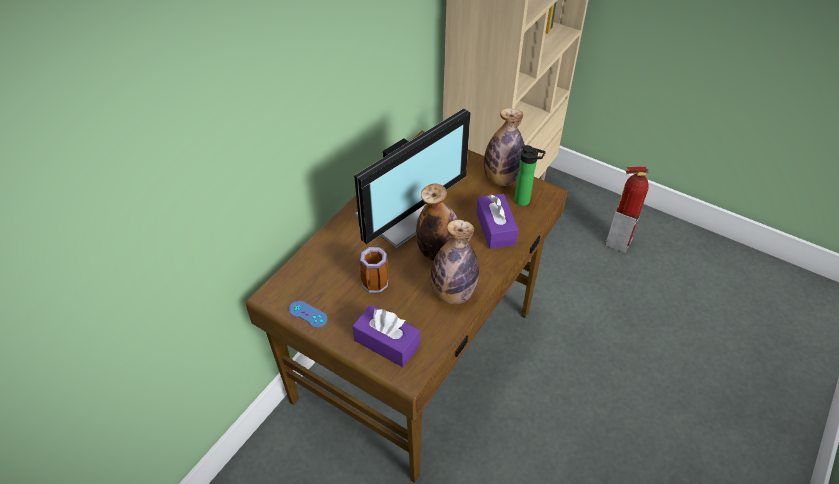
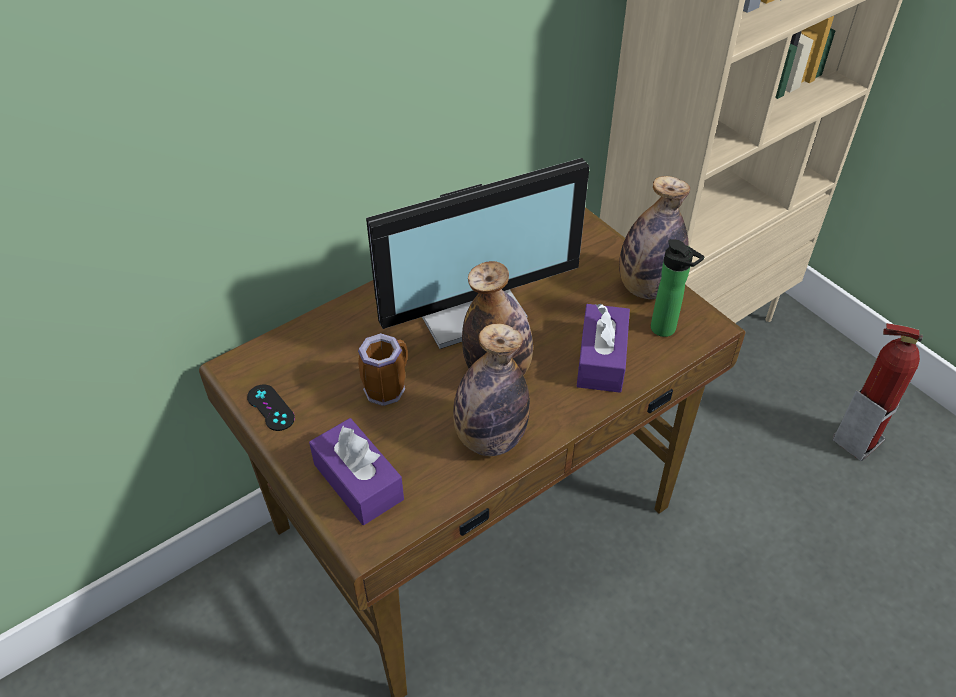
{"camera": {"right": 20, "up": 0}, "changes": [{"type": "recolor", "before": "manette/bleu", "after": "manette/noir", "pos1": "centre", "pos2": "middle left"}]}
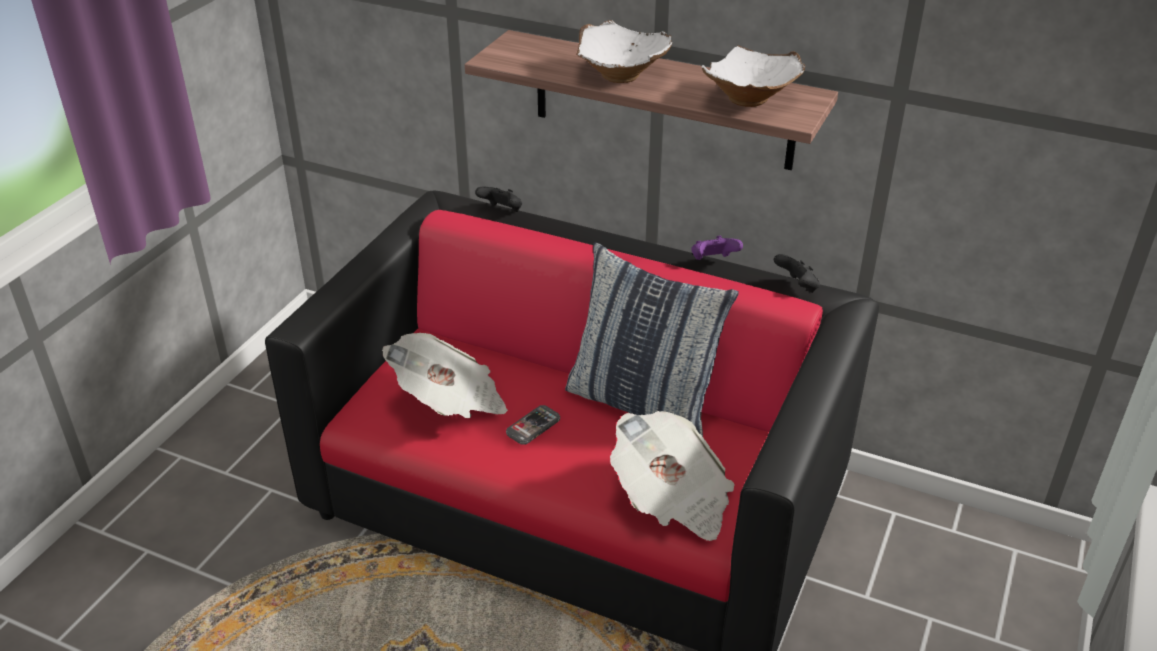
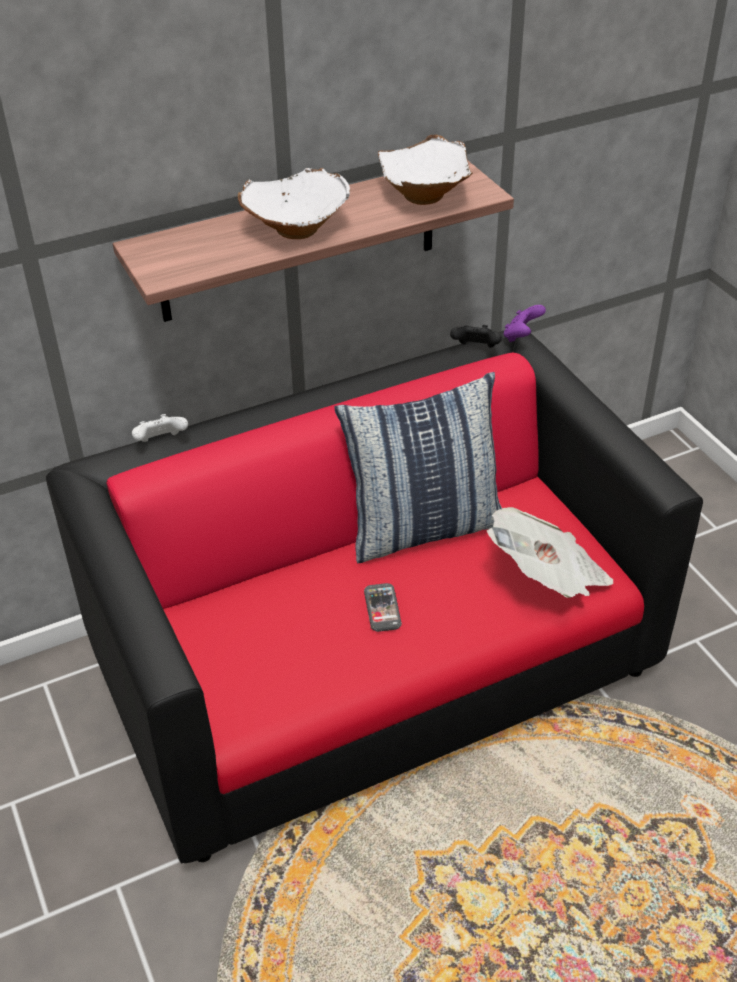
{"camera": {"right": -50, "up": 5}, "changes": [{"type": "recolor", "before": "manette/noir (1st from left)", "after": "manette/blanc", "pos1": "top centre", "pos2": "middle left"}, {"type": "move", "before": "manette/violet", "pos1": "centre", "pos2": "top right"}, {"type": "delete", "before": "journal (1st from left)", "pos1": "centre"}]}
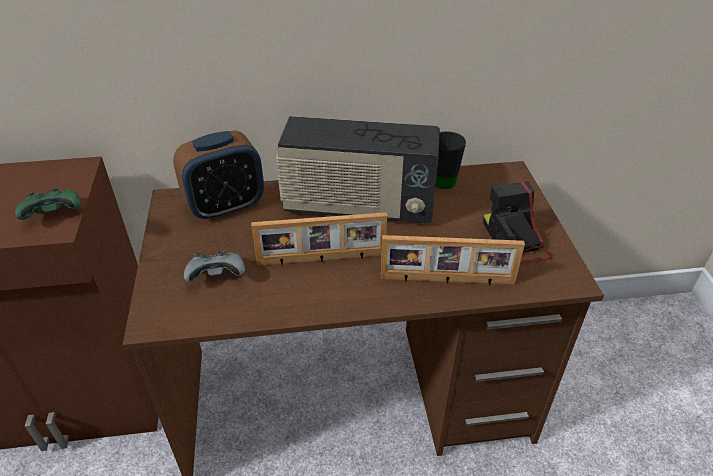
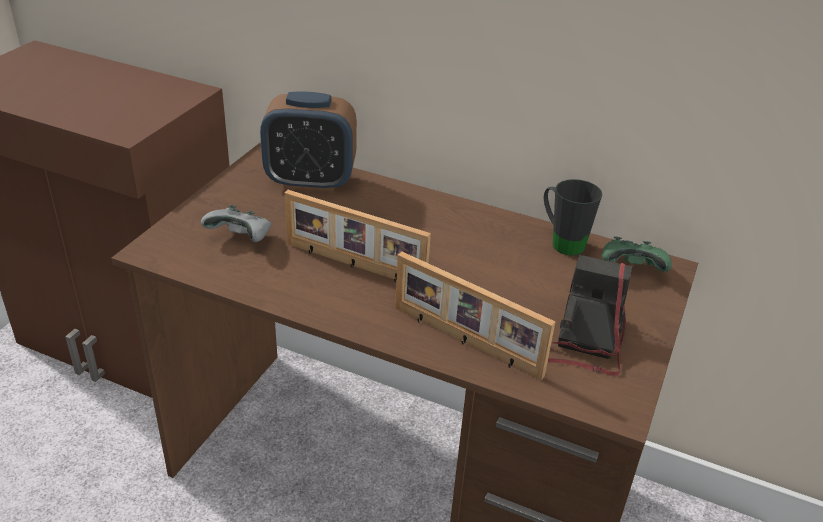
{"camera": {"right": 30, "up": -5}, "changes": [{"type": "delete", "before": "radio", "pos1": "centre"}, {"type": "move", "before": "manette/vert", "pos1": "middle left", "pos2": "middle right"}]}
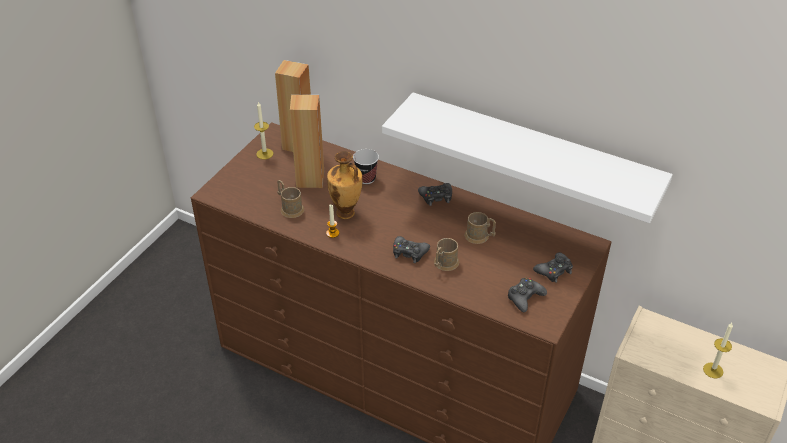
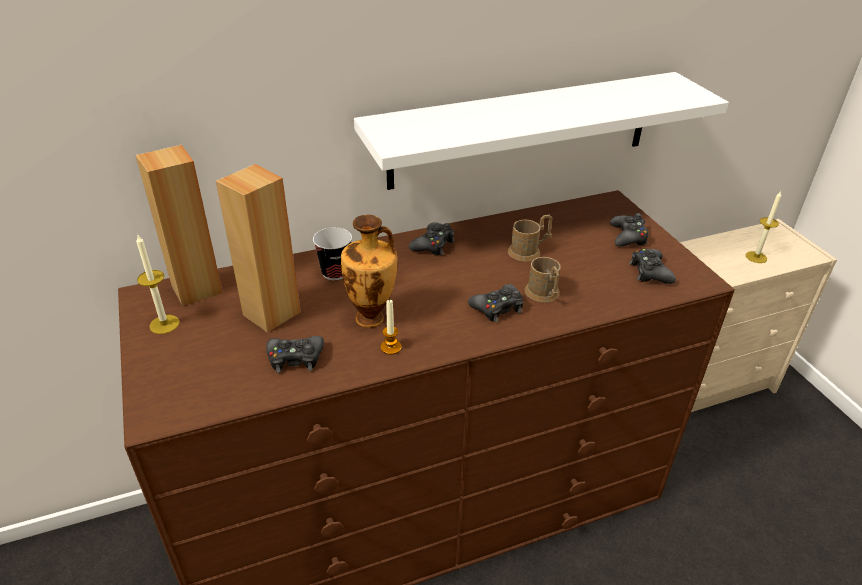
{"camera": {"right": -50, "up": -5}, "changes": [{"type": "replace", "before": "mug/marron (1st from left)", "after": "manette/noir (1st from left)", "pos1": "centre", "pos2": "centre"}]}
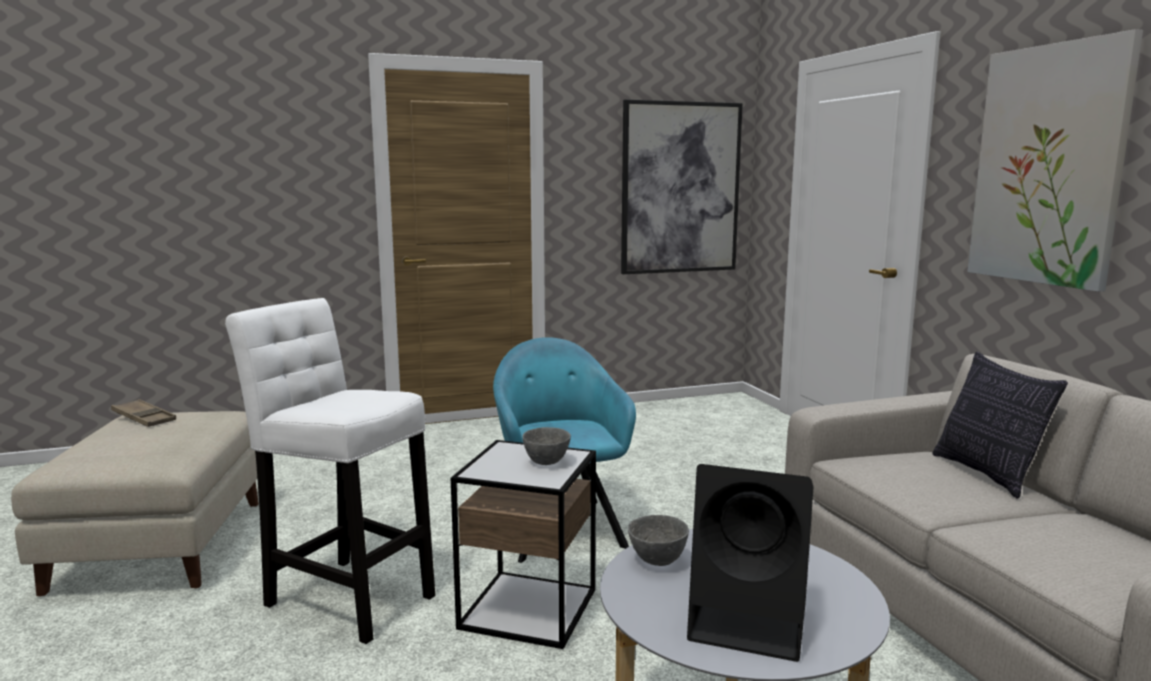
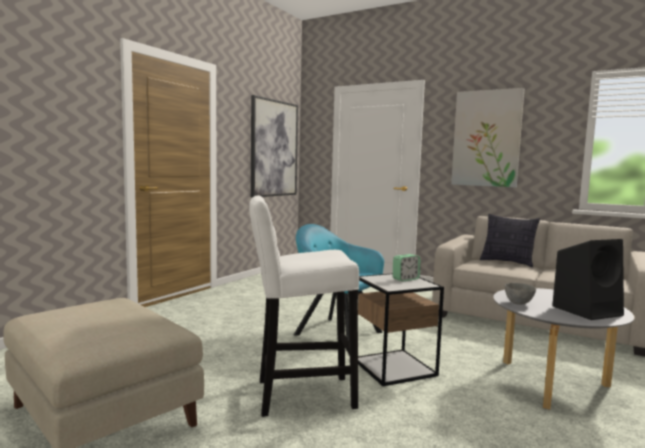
{"camera": {"right": -40, "up": -5}, "changes": [{"type": "delete", "before": "plateau/marron", "pos1": "middle left"}, {"type": "replace", "before": "bol/gris (1st from left)", "after": "réveil", "pos1": "centre", "pos2": "centre"}]}
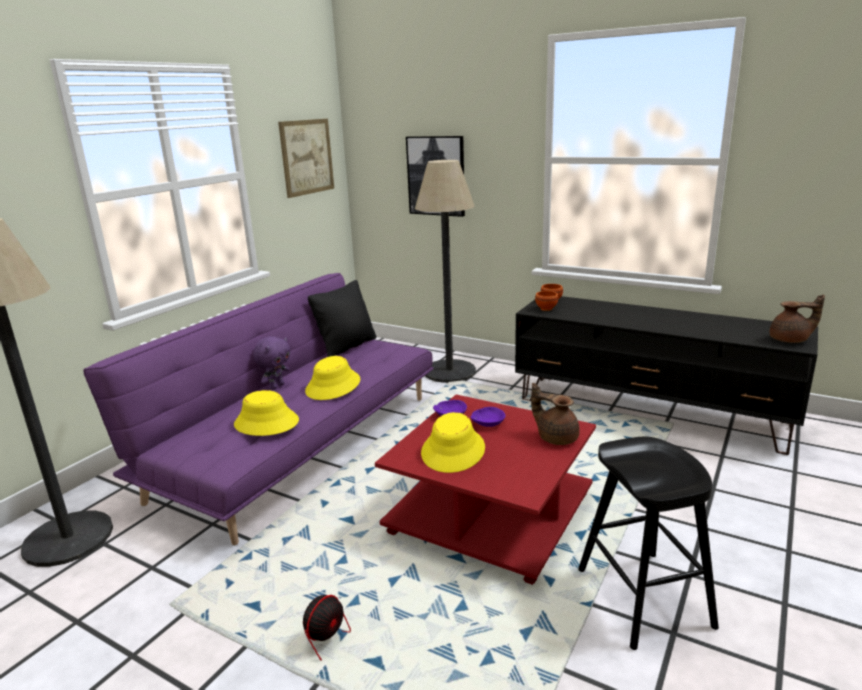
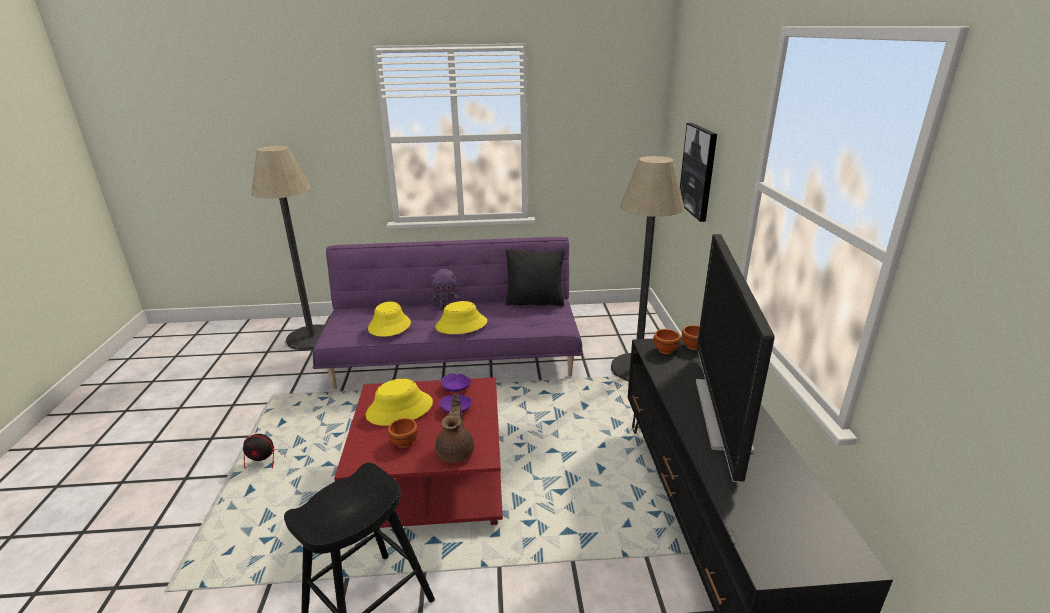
{"camera": {"right": 55, "up": 5}, "changes": [{"type": "delete", "before": "tableau (1st from left)", "pos1": "top centre"}, {"type": "delete", "before": "théière/marron (2nd from left)", "pos1": "middle right"}, {"type": "insert", "after": "téléviseur", "pos2": "middle right"}, {"type": "insert", "after": "bol/marron (1st from left)", "pos2": "bottom centre"}]}
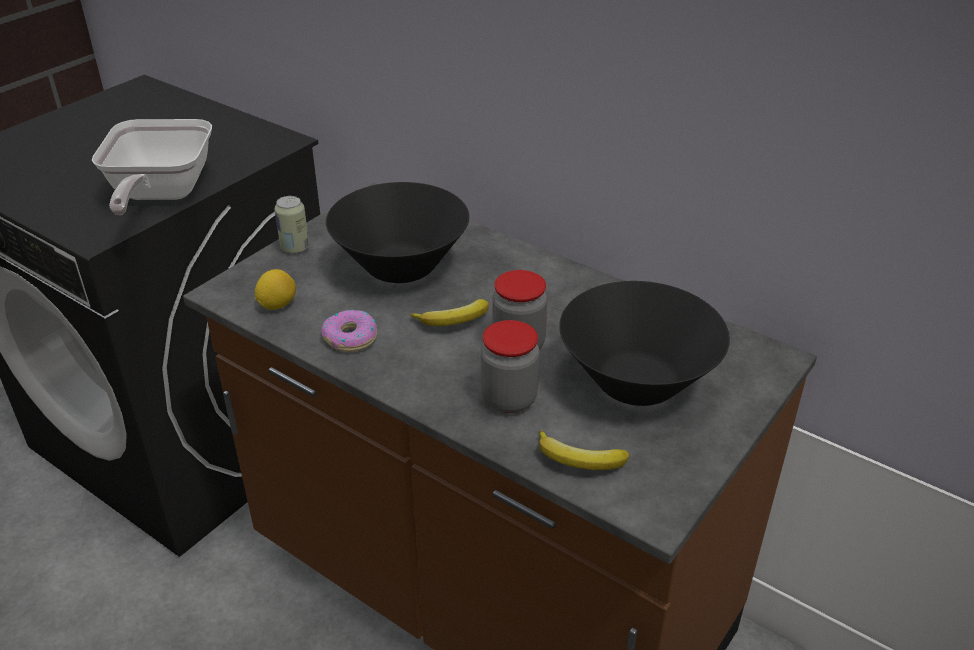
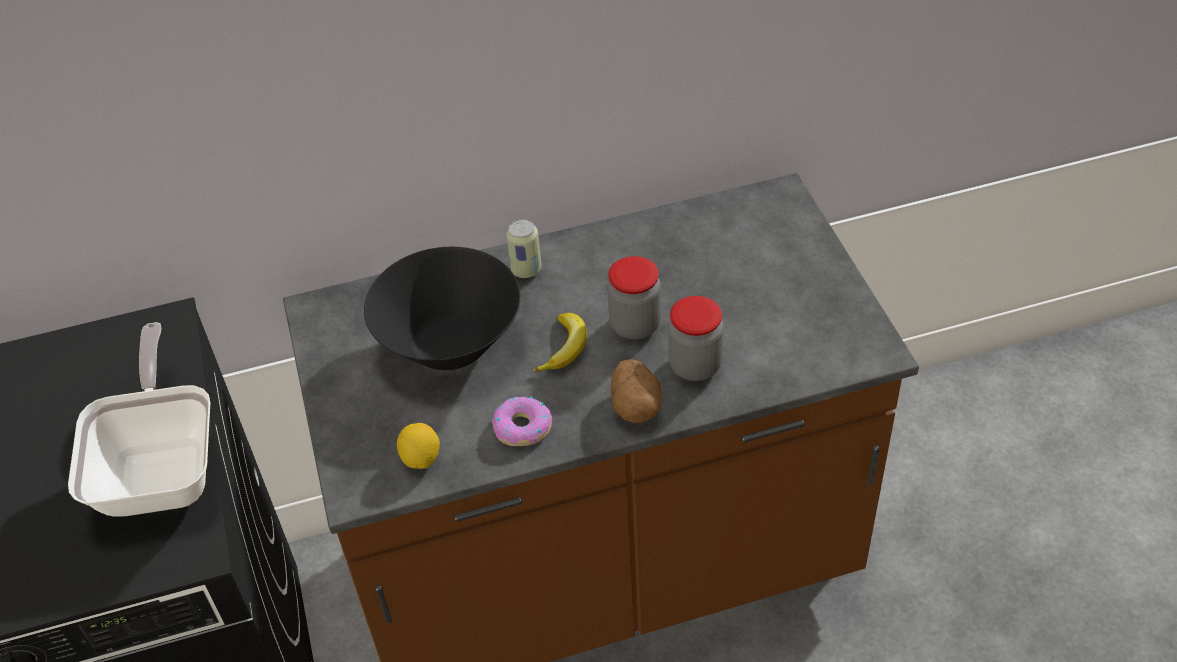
{"camera": {"right": -50, "up": 10}, "changes": [{"type": "rotate", "before": "poêle", "pos1": "top left", "pos2": "middle left", "turn": -135}, {"type": "move", "before": "boîte métallique", "pos1": "middle left", "pos2": "centre"}, {"type": "delete", "before": "bol/noir (2nd from left)", "pos1": "centre"}, {"type": "delete", "before": "banane (2nd from left)", "pos1": "bottom centre"}, {"type": "insert", "after": "pomme de terre", "pos2": "centre"}]}
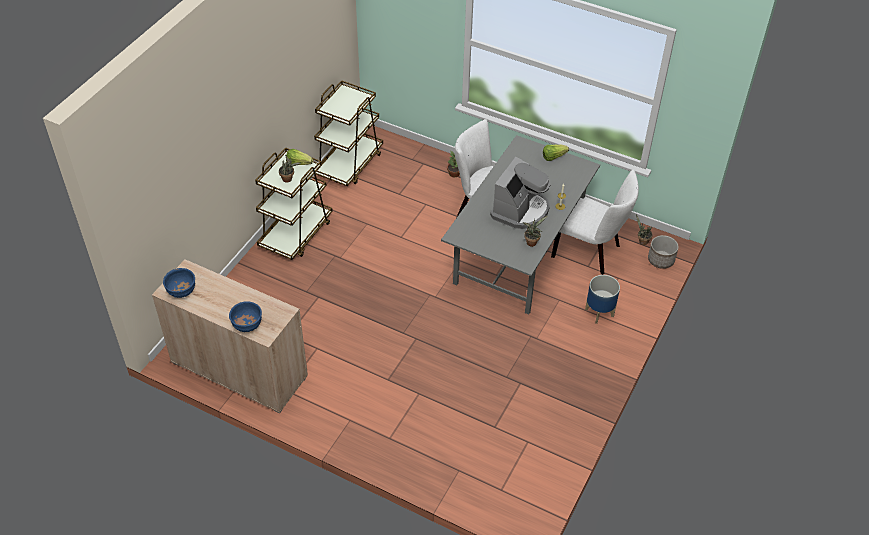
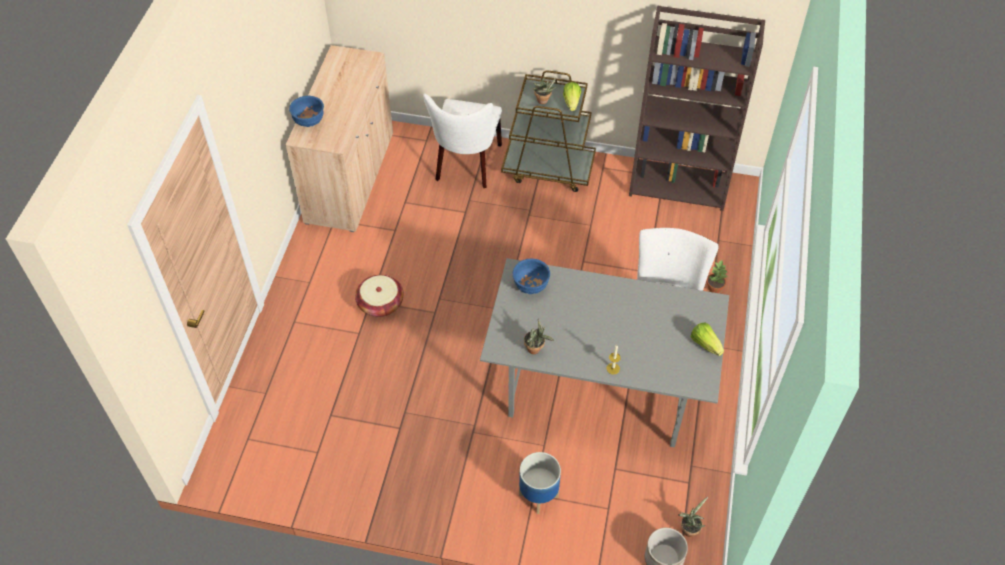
{"camera": {"right": 75, "up": 5}, "changes": [{"type": "replace", "before": "chariot/marron (2nd from left)", "after": "bibliothèque/marron", "pos1": "top centre", "pos2": "top right"}, {"type": "delete", "before": "machine à café", "pos1": "centre"}, {"type": "move", "before": "chaise/blanc (2nd from left in the first image)", "after": "chaise/blanc (1st from left)", "pos1": "middle right", "pos2": "top centre"}, {"type": "move", "before": "bol/bleu (1st from left in the first image)", "after": "bol/bleu (2nd from left)", "pos1": "middle left", "pos2": "centre"}, {"type": "insert", "after": "panier", "pos2": "centre"}]}
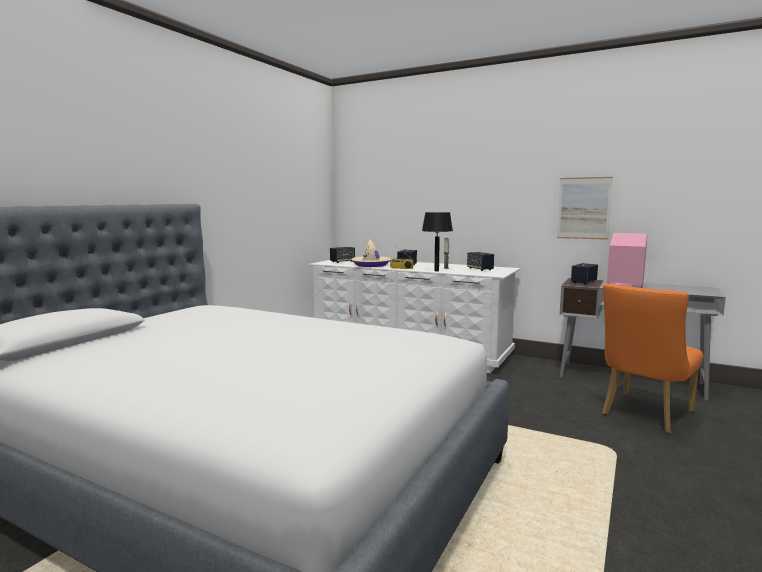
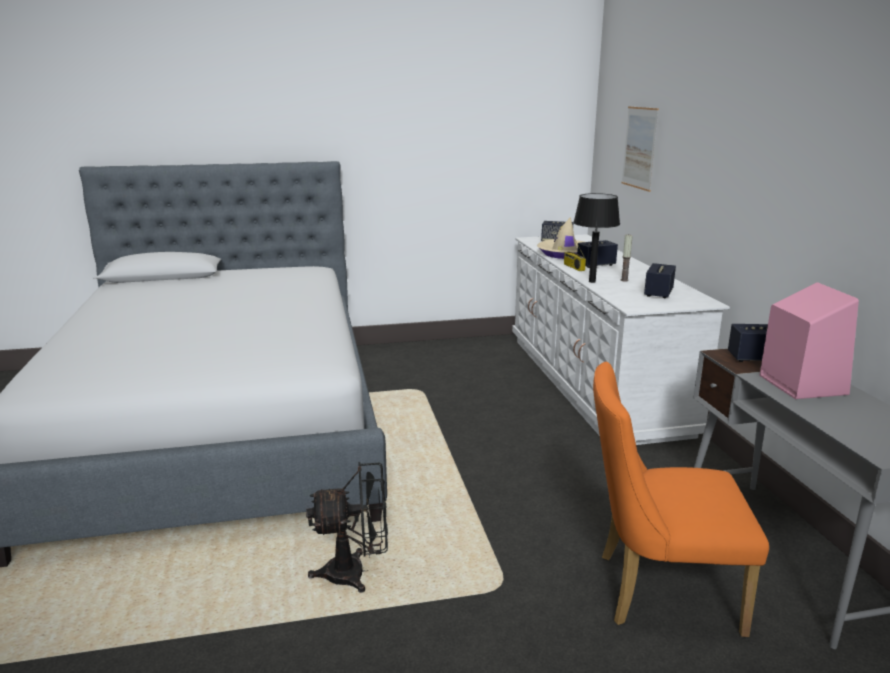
{"camera": {"right": 50, "up": 10}, "changes": [{"type": "move", "before": "tableau", "pos1": "middle right", "pos2": "top right"}, {"type": "insert", "after": "ventilateur/noir", "pos2": "bottom centre"}]}
